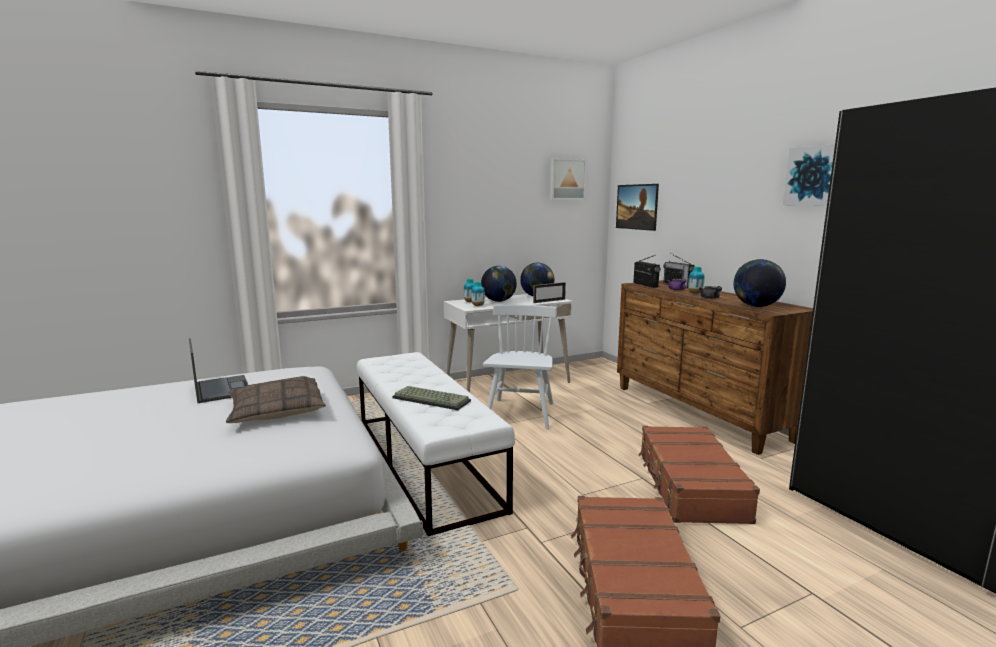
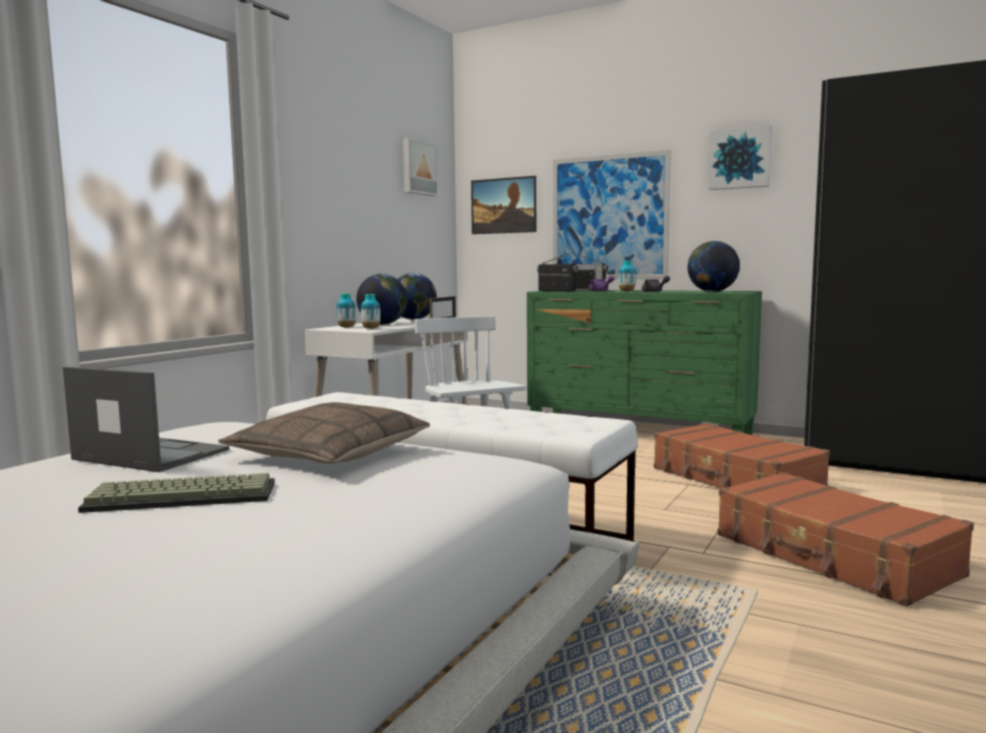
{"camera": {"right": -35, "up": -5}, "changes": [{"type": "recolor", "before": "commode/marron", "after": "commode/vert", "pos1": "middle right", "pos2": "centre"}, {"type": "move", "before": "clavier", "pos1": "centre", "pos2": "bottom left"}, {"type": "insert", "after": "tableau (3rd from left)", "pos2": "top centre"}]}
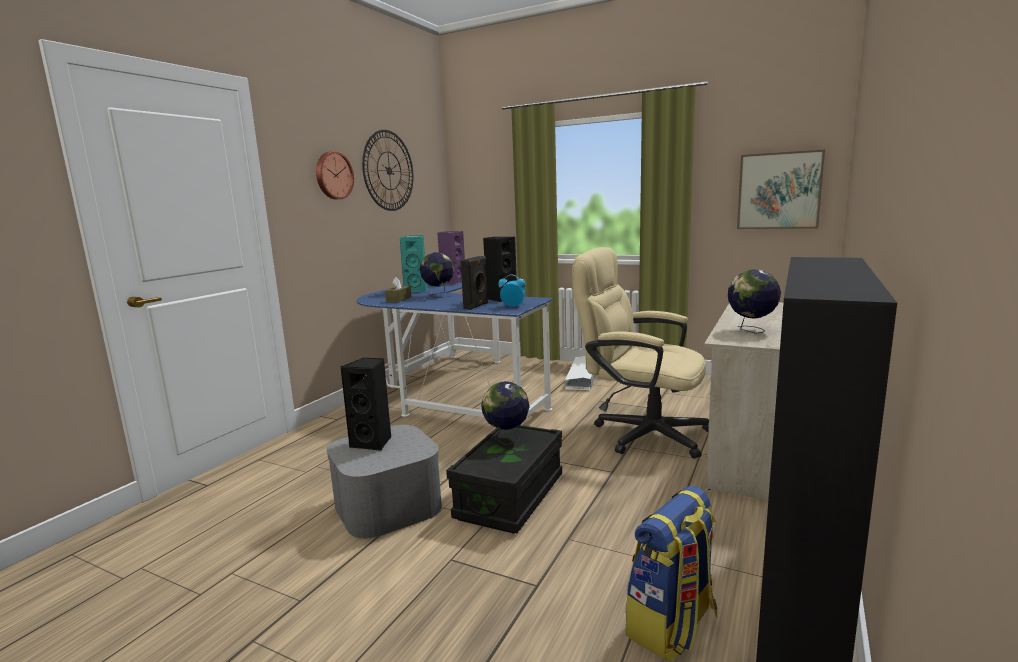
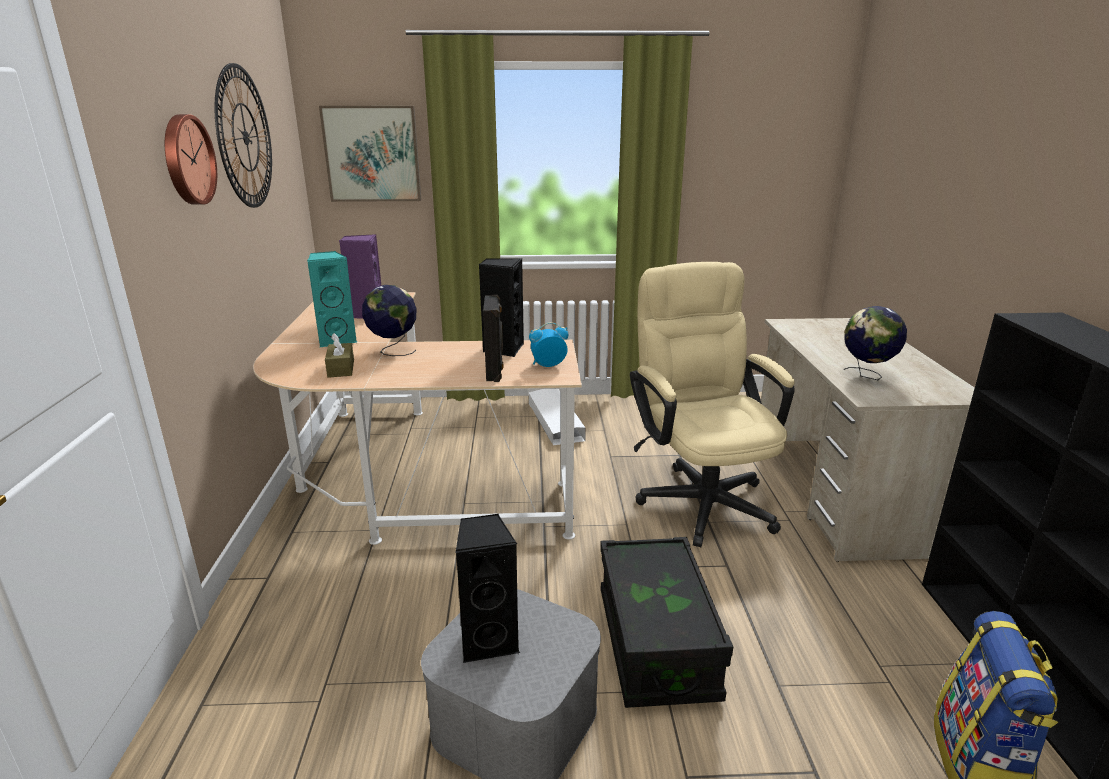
{"camera": {"right": -30, "up": 10}, "changes": [{"type": "move", "before": "tableau", "pos1": "top right", "pos2": "top centre"}, {"type": "rotate", "before": "chaise de bureau/beige", "pos1": "centre", "pos2": "centre", "turn": 75}, {"type": "recolor", "before": "bureau/bleu", "after": "bureau/beige (1st from left)", "pos1": "centre", "pos2": "centre"}, {"type": "delete", "before": "globe (2nd from left)", "pos1": "centre"}]}
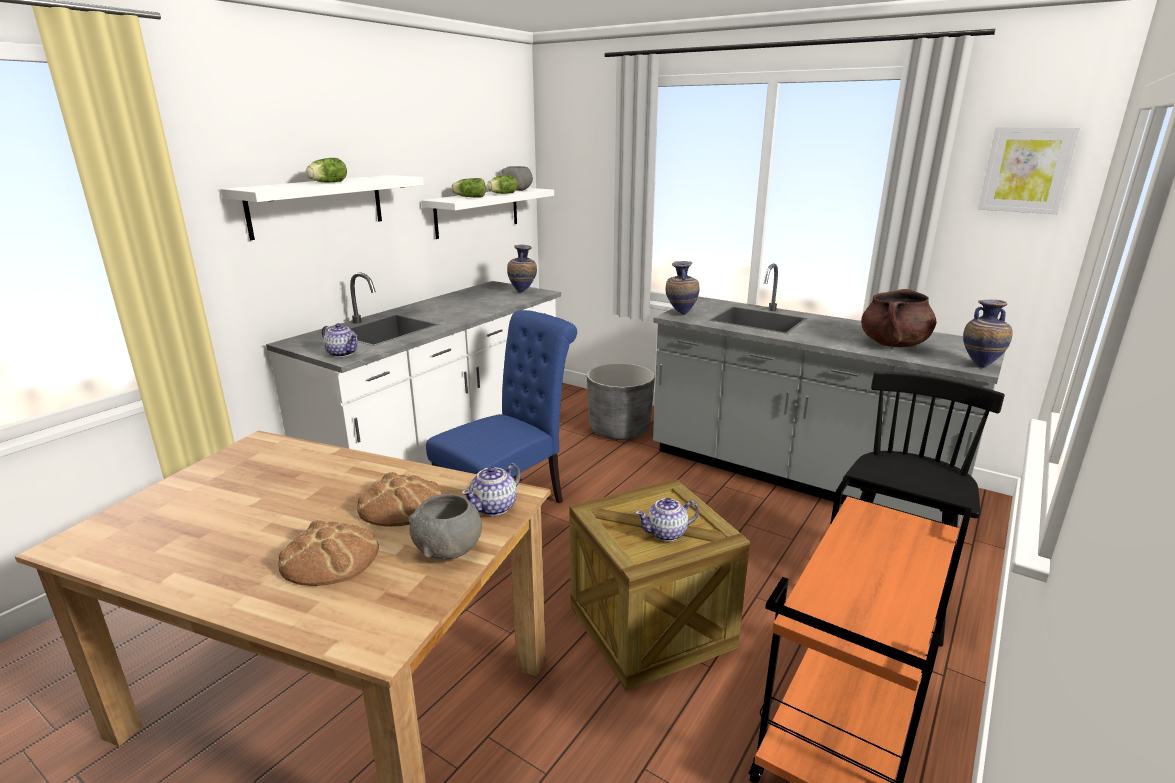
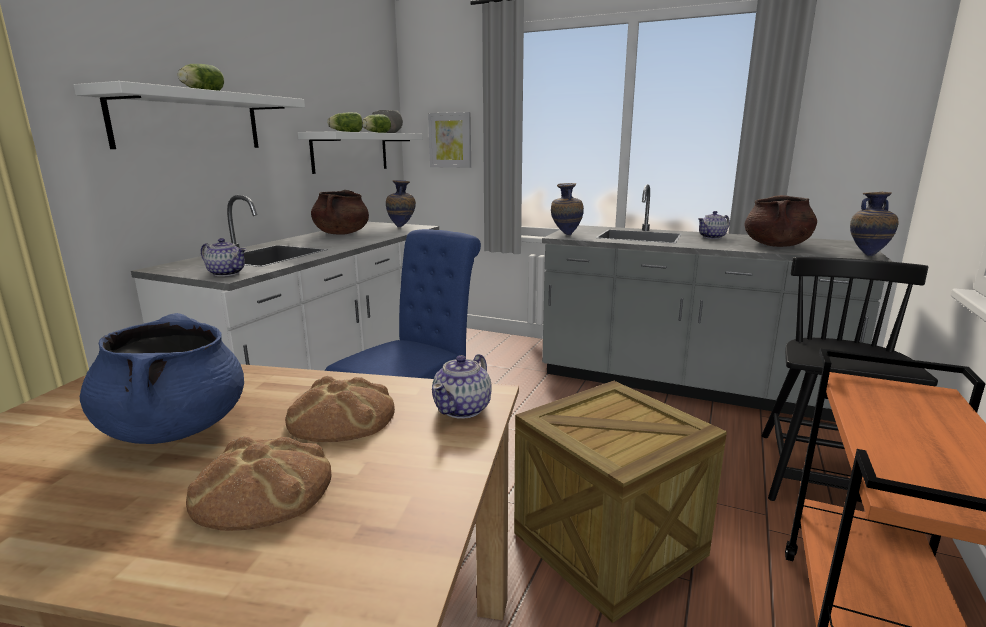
{"camera": {"right": -10, "up": -5}, "changes": [{"type": "move", "before": "tableau", "pos1": "top right", "pos2": "top centre"}, {"type": "delete", "before": "cache-pot/gris", "pos1": "centre"}, {"type": "delete", "before": "bol/gris (1st from left)", "pos1": "bottom centre"}, {"type": "move", "before": "théière (3rd from left)", "pos1": "centre", "pos2": "middle right"}, {"type": "insert", "after": "marmite/marron (1st from left)", "pos2": "centre"}, {"type": "insert", "after": "marmite/bleu", "pos2": "middle left"}]}
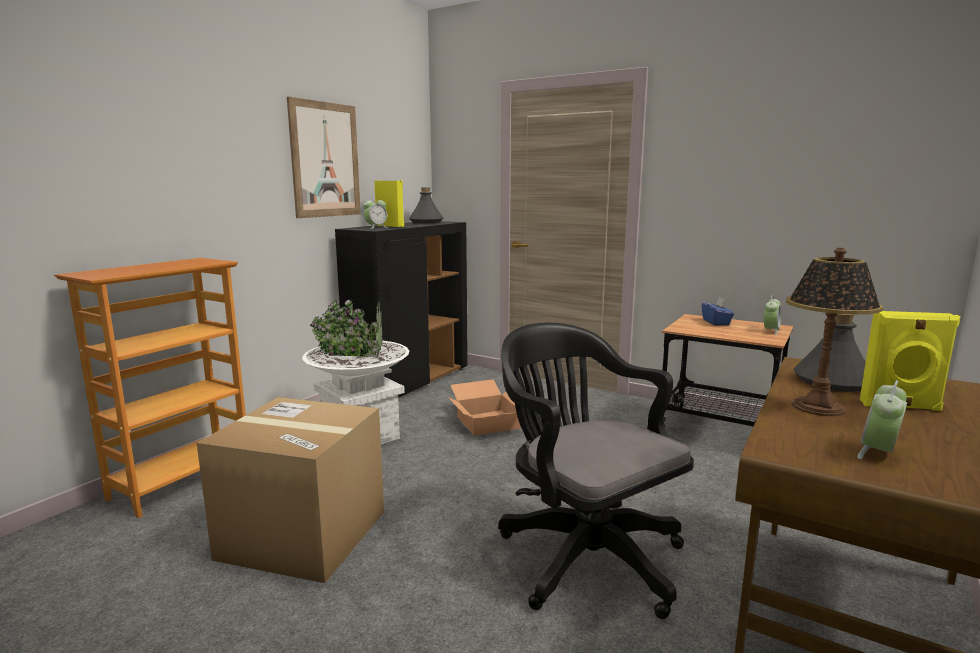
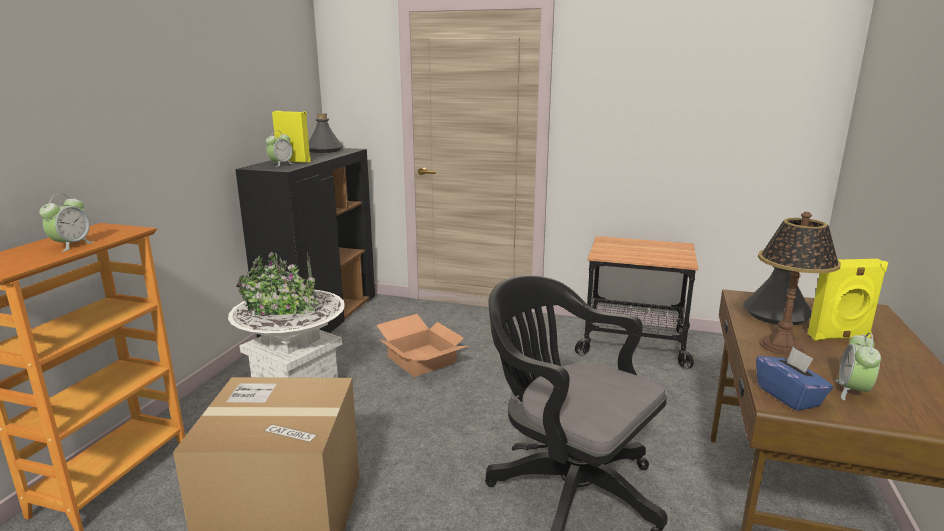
{"camera": {"right": -15, "up": 5}, "changes": [{"type": "delete", "before": "tableau", "pos1": "top left"}, {"type": "move", "before": "réveil (2nd from left in the first image)", "after": "réveil (1st from left)", "pos1": "middle right", "pos2": "middle left"}, {"type": "move", "before": "boîte à mouchoirs/bleu", "pos1": "middle right", "pos2": "bottom right"}]}
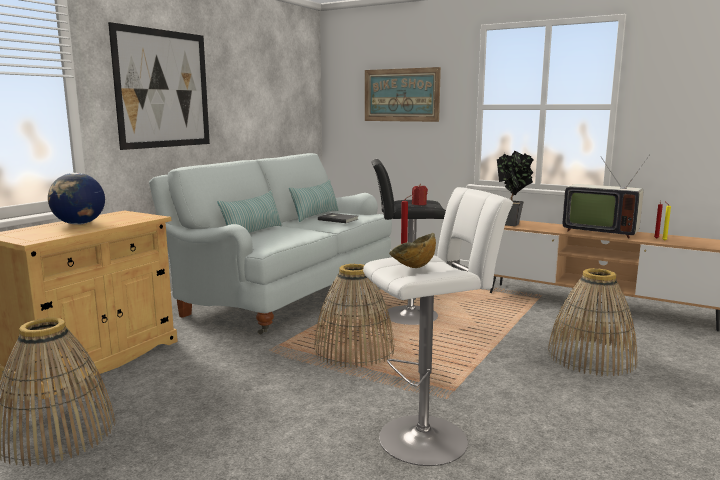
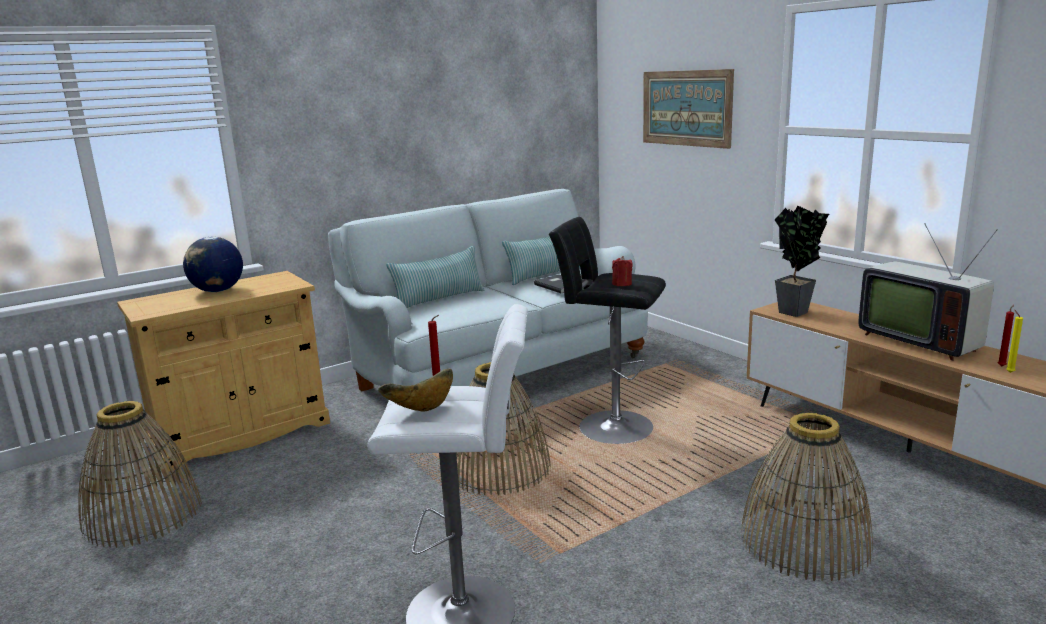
{"camera": {"right": 25, "up": 5}, "changes": [{"type": "delete", "before": "tableau (1st from left)", "pos1": "top left"}]}
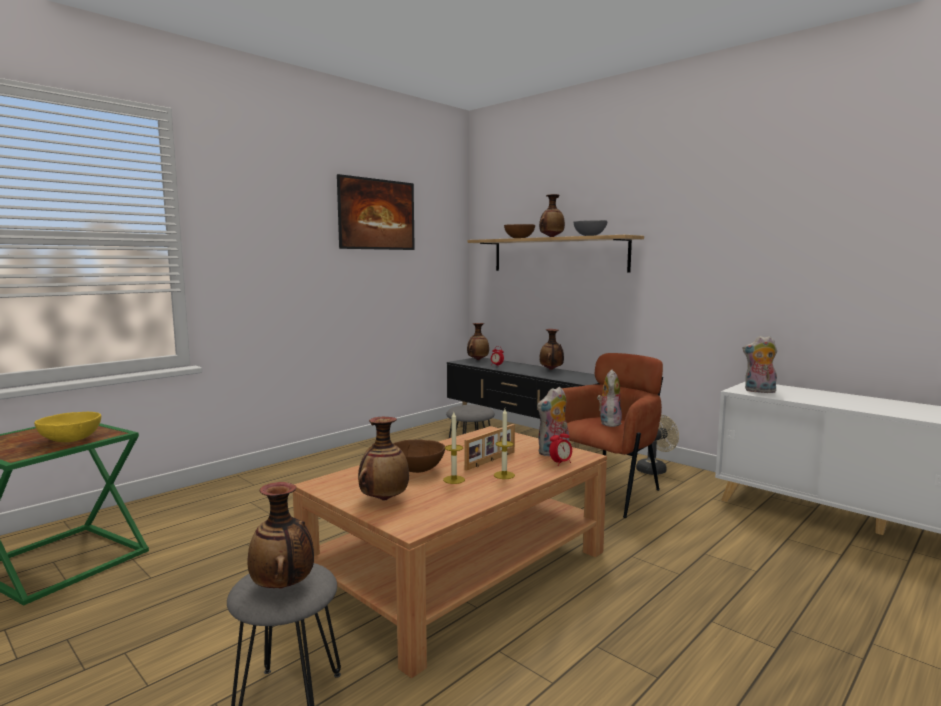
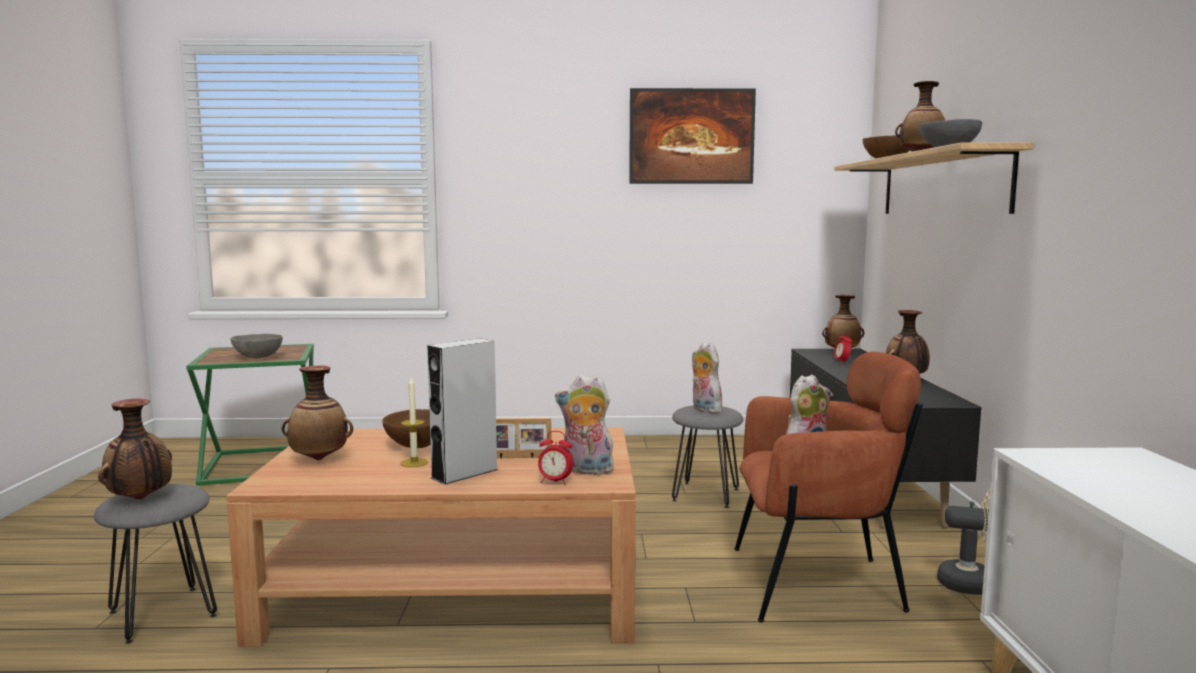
{"camera": {"right": 45, "up": 0}, "changes": [{"type": "move", "before": "peluche (3rd from left in the first image)", "after": "peluche (2nd from left)", "pos1": "middle right", "pos2": "centre"}, {"type": "replace", "before": "bougie (2nd from left)", "after": "enceinte/gris", "pos1": "centre", "pos2": "centre"}, {"type": "recolor", "before": "bol/jaune", "after": "bol/gris (1st from left)", "pos1": "middle left", "pos2": "middle left"}]}
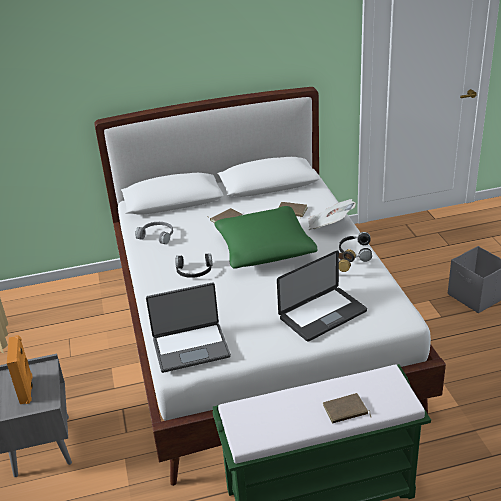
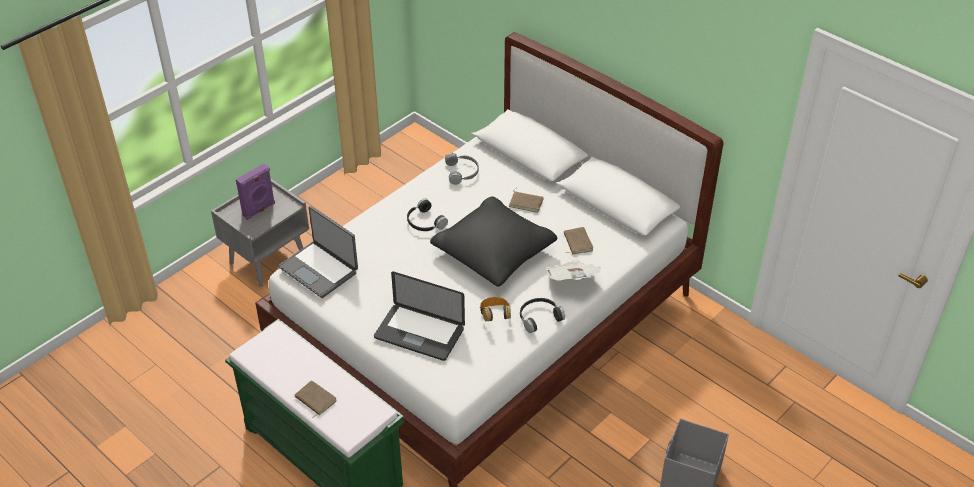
{"camera": {"right": 55, "up": 10}, "changes": [{"type": "recolor", "before": "coussin/vert", "after": "coussin/noir", "pos1": "centre", "pos2": "centre"}, {"type": "recolor", "before": "enceinte/orange", "after": "enceinte/violet", "pos1": "bottom left", "pos2": "middle left"}]}
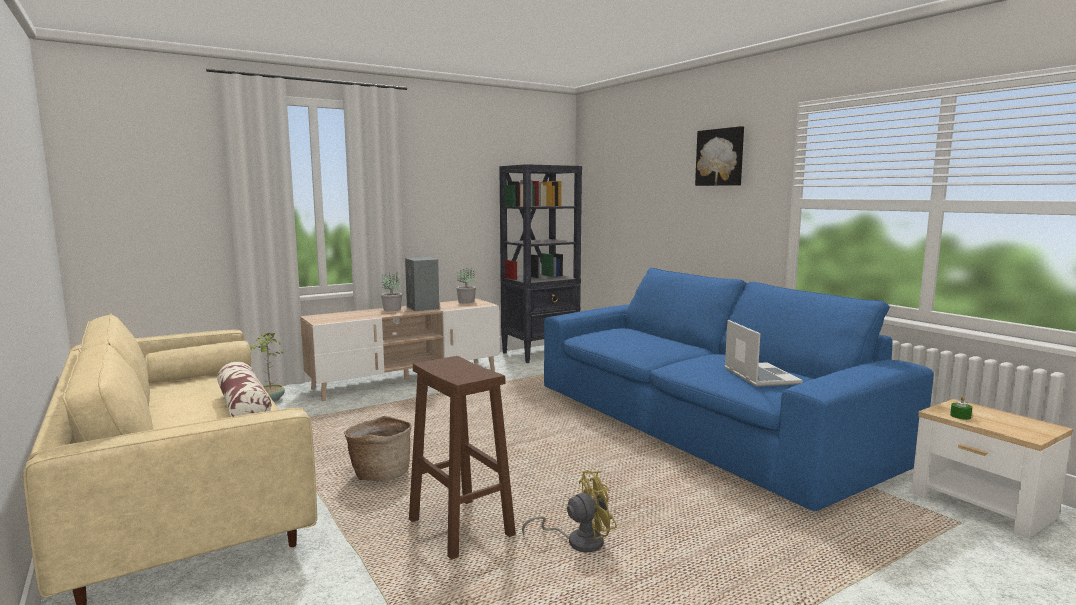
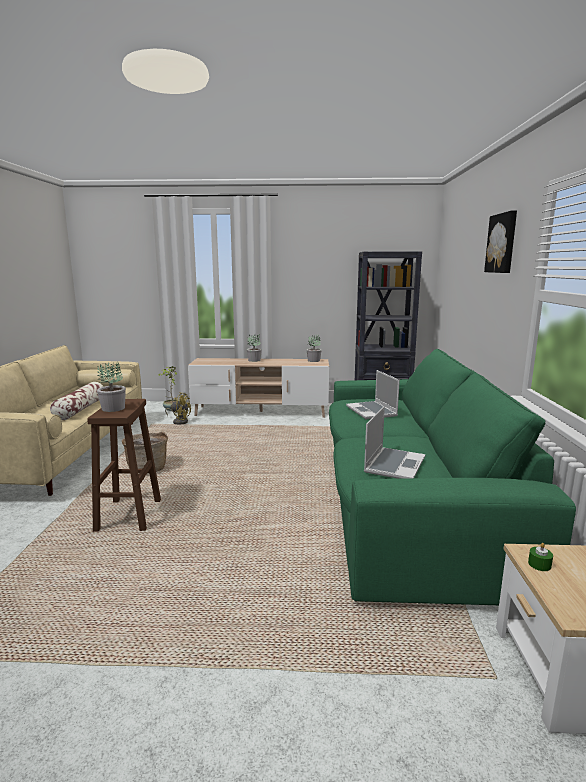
{"camera": {"right": 35, "up": 5}, "changes": [{"type": "delete", "before": "enceinte/gris", "pos1": "centre"}, {"type": "recolor", "before": "canapé/bleu", "after": "canapé/vert", "pos1": "middle right", "pos2": "middle right"}, {"type": "move", "before": "ventilateur/jaune", "pos1": "bottom centre", "pos2": "middle left"}, {"type": "insert", "after": "plante en pot (1st from left)", "pos2": "middle left"}, {"type": "insert", "after": "ordinateur portable (1st from left)", "pos2": "centre"}]}
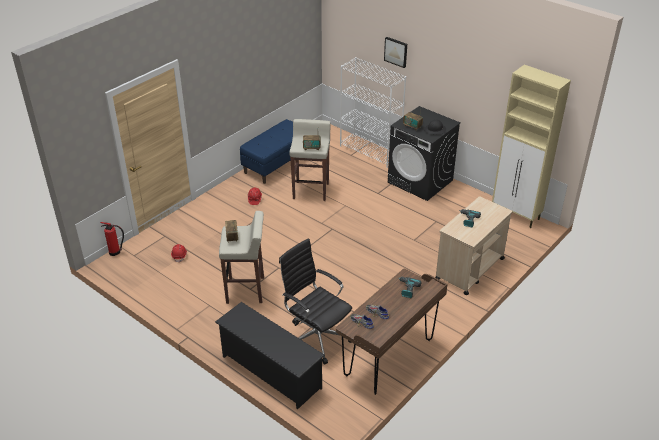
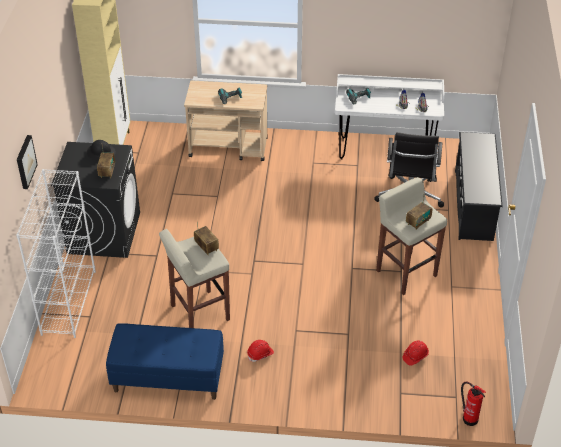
{"camera": {"right": -125, "up": 5}, "changes": [{"type": "recolor", "before": "bureau/marron", "after": "bureau/blanc", "pos1": "bottom centre", "pos2": "top right"}]}
